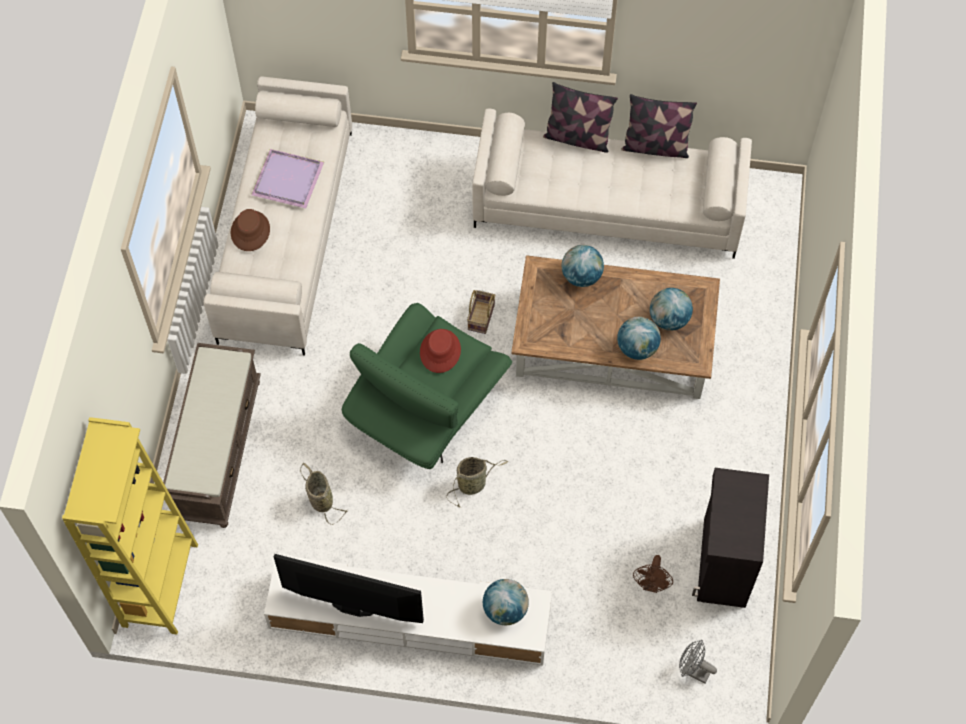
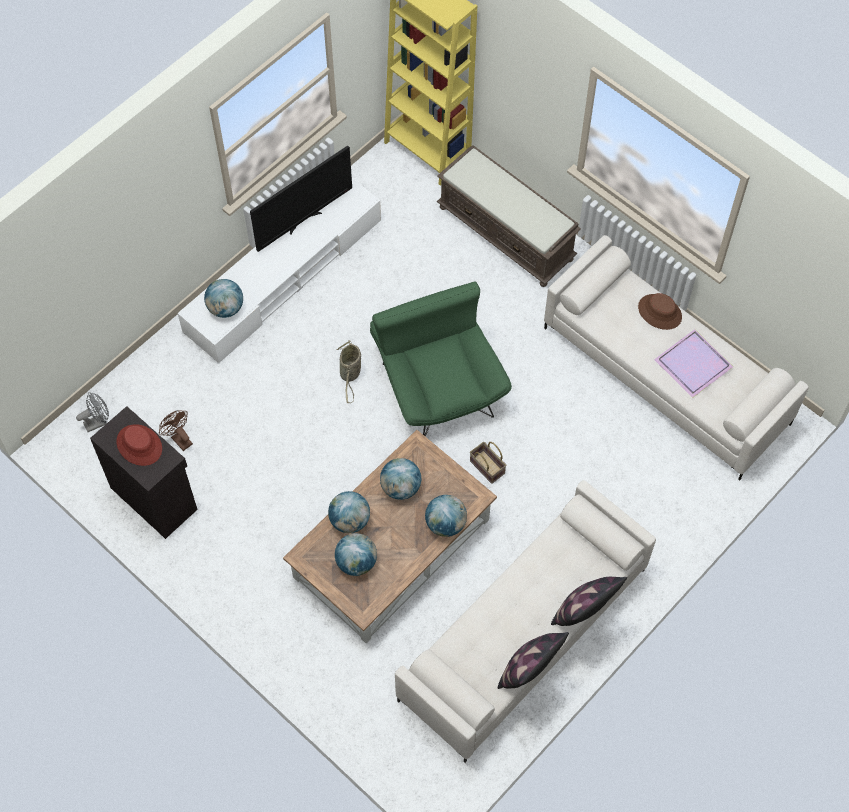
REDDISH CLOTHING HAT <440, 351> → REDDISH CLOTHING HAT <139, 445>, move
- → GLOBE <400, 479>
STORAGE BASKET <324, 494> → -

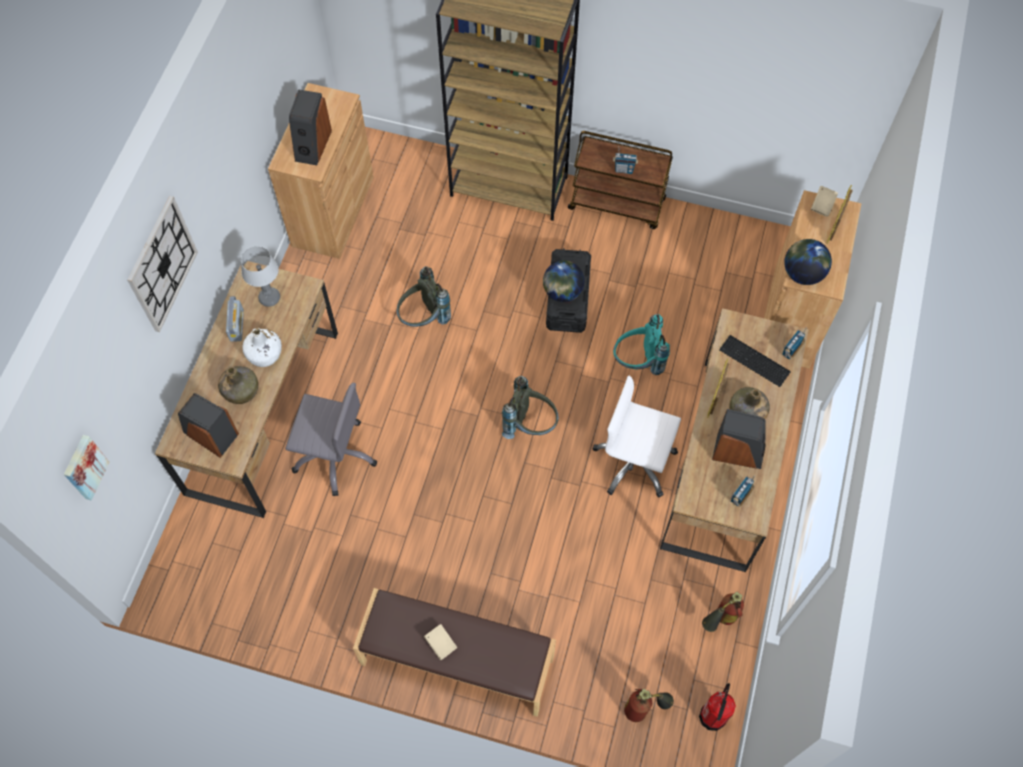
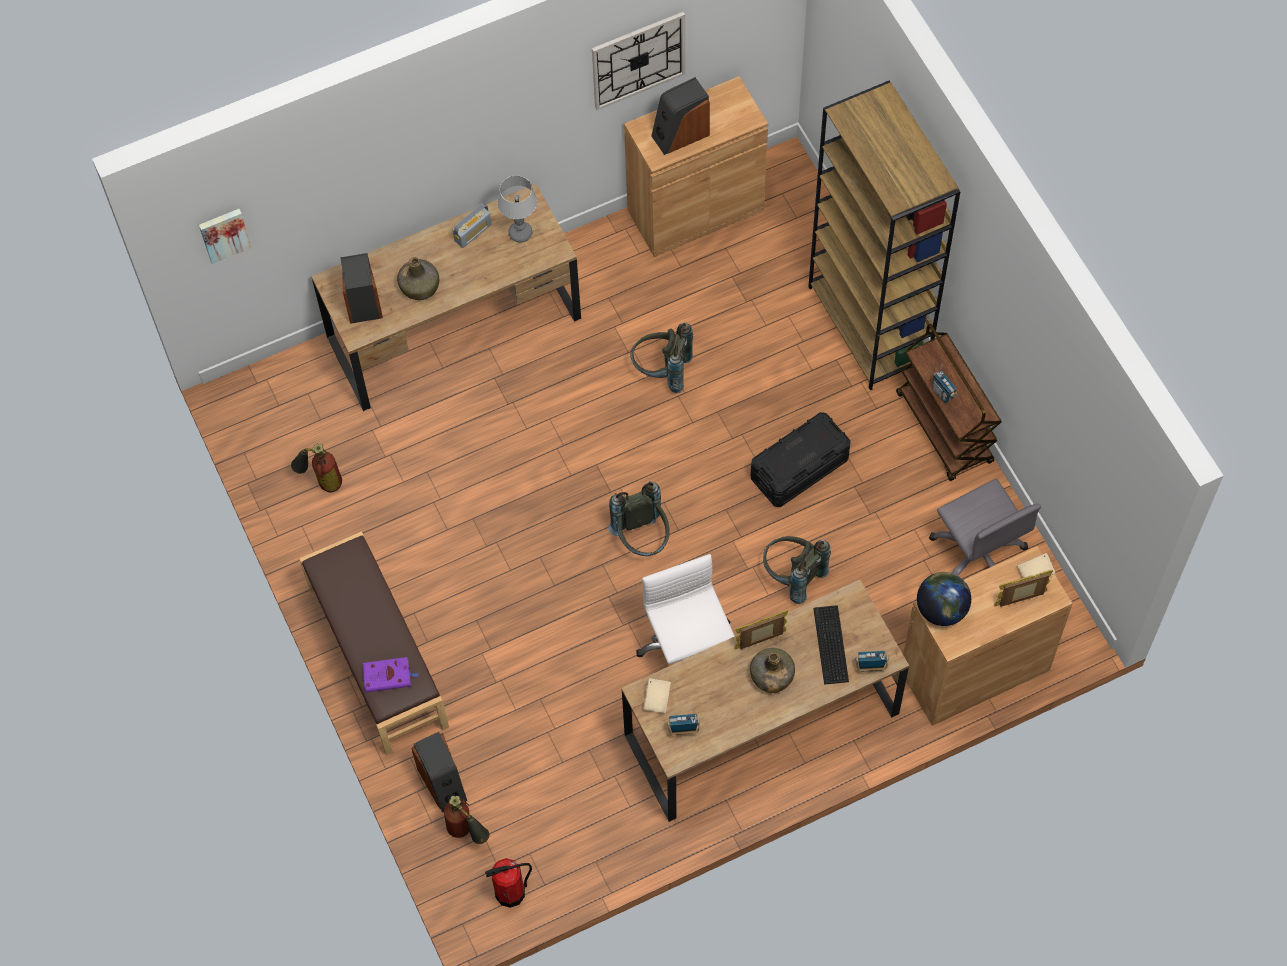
EXTINGUISHER <723, 612> → EXTINGUISHER <316, 468>, move
- → PURPLE-COLOURED BOOK <391, 674>
AUDIO SPEAKER <739, 439> → AUDIO SPEAKER <439, 772>, move
CLOCK ON THE WALL <162, 264> → CLOCK ON THE WALL <638, 61>, move
BEIGE-COLOURED BOOK <440, 642> → BEIGE-COLOURED BOOK <657, 695>, move
TURQUOISE RUCKSACK <641, 344> → GREYISH RUCKSACK <797, 570>
GREYISH DESK CHAIR <331, 439> → GREYISH DESK CHAIR <985, 527>, move
WHITISH BEVERAGE BOTTLE <262, 347> → -
GLOBE <563, 281> → -

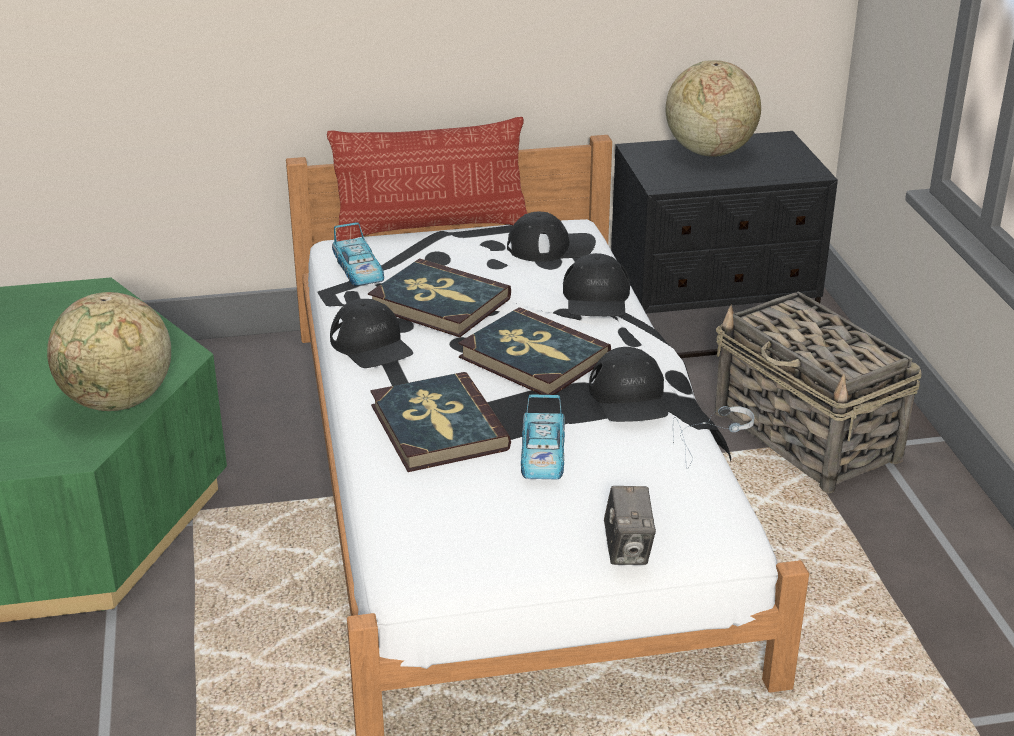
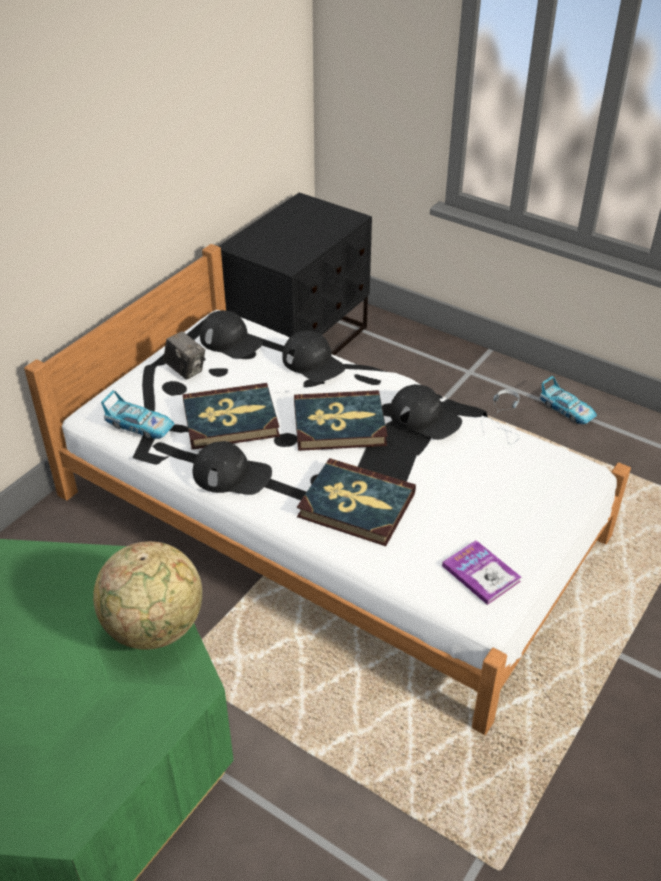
STILL CAMERA <630, 525> → STILL CAMERA <184, 355>, move
BLACKISH BASEBALL CAP <551, 237> → BLACKISH BASEBALL CAP <231, 334>, 90 degrees clockwise
- → BOOK <481, 572>
MINIATURE CAR <543, 436> → MINIATURE CAR <568, 400>, move
THROW PILLOW <427, 179> → -
GLOBE <713, 108> → -
STORAGE BASKET <818, 392> → -

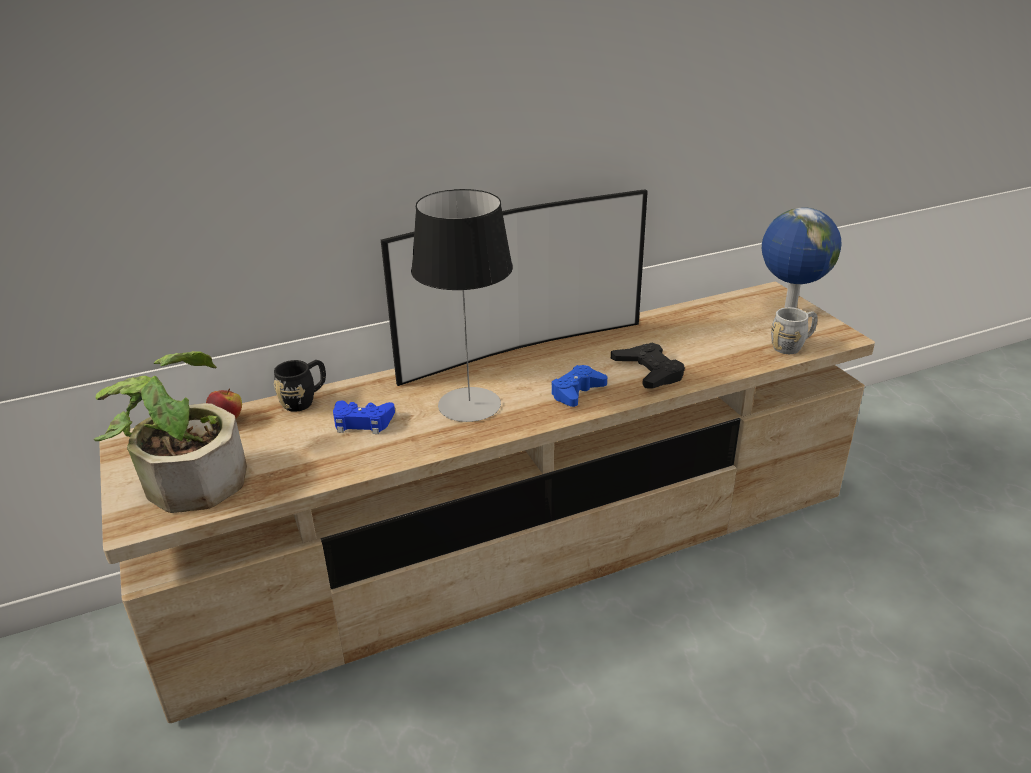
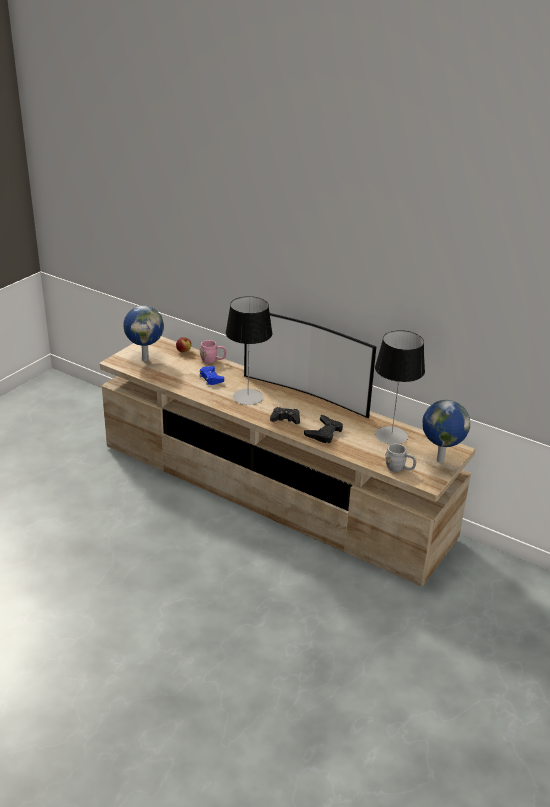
POTTED PLANT <170, 432> → GLOBE <143, 333>
BLACKISH COFFEE MUG <300, 386> → PINK-COLOURED COFFEE MUG <213, 352>
BLUISH JOYPAD <579, 386> → BLACKISH JOYPAD <285, 415>
- → TABLE LAMP <400, 387>

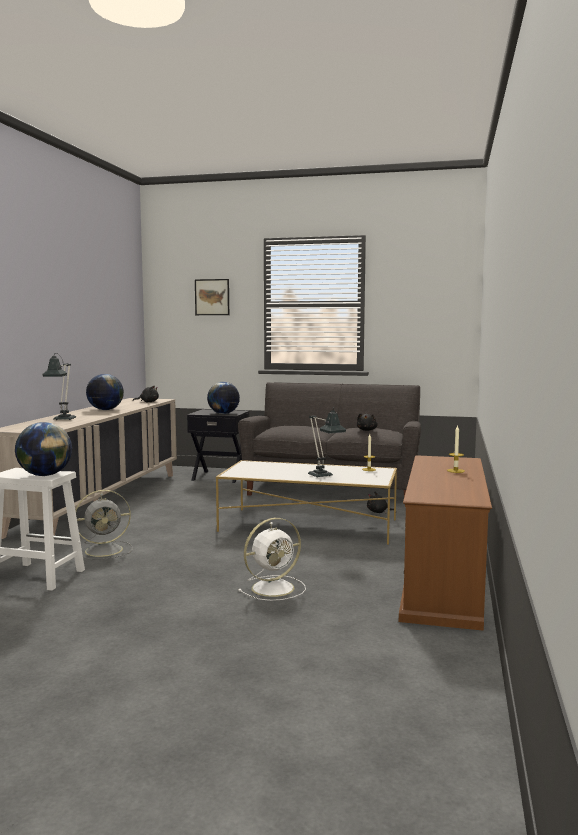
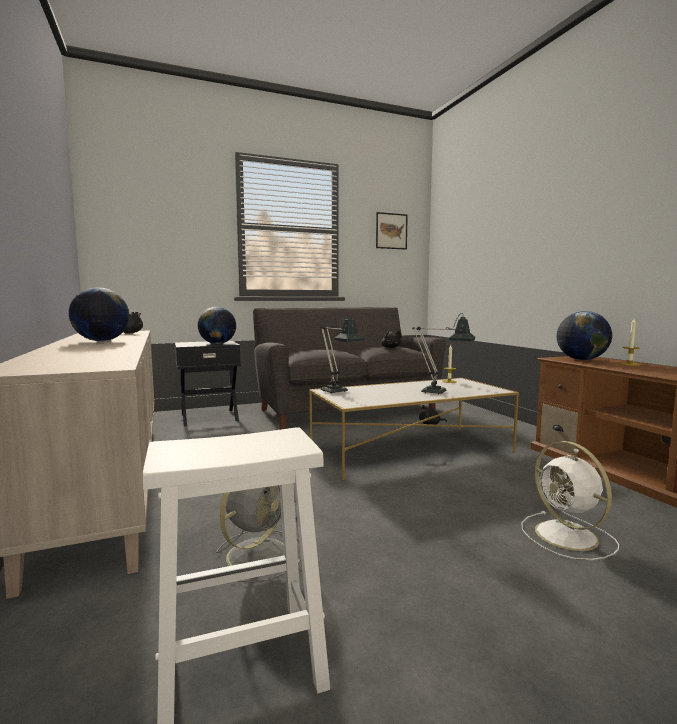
TABLE LAMP <59, 386> → TABLE LAMP <343, 353>, move
WALL ART <212, 297> → WALL ART <392, 231>, move
WHITISH COOLING FAN <272, 559> → WHITISH COOLING FAN <570, 500>, 135 degrees clockwise
GLOBE <43, 449> → GLOBE <584, 335>, move

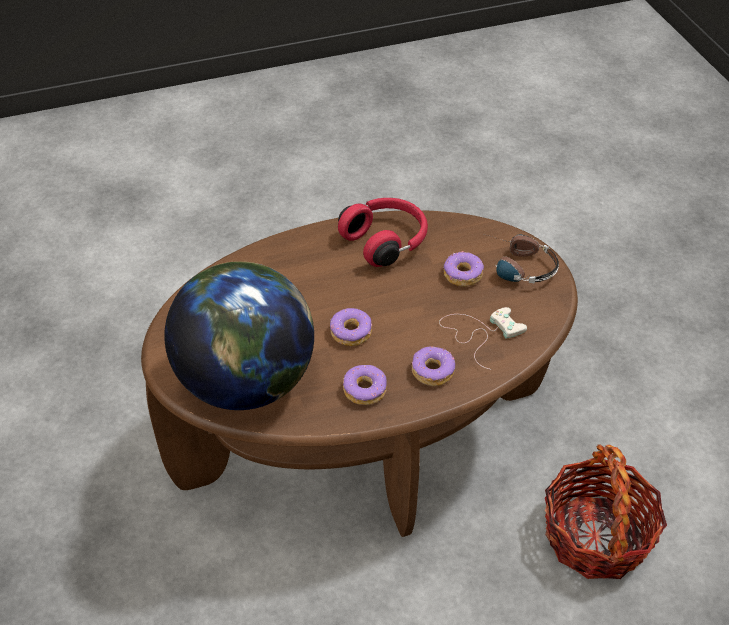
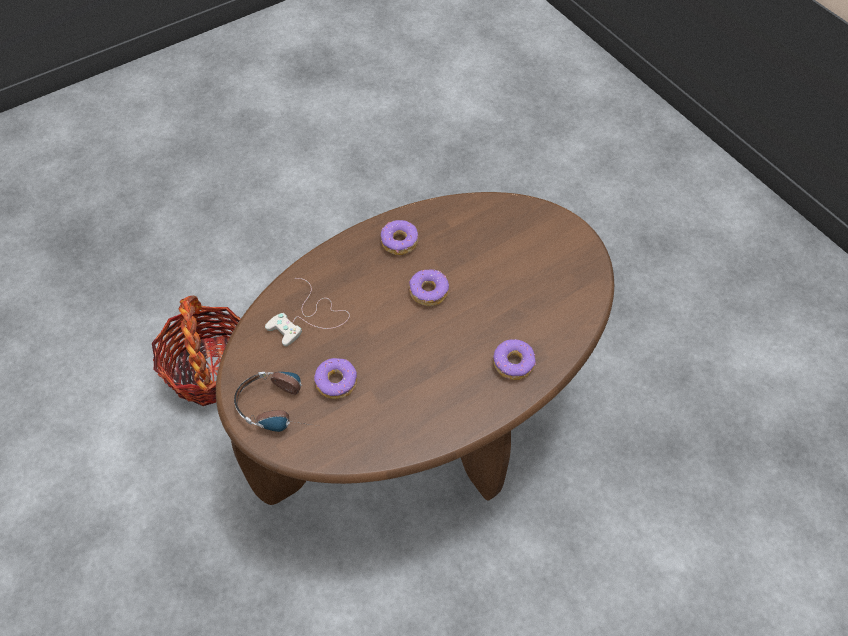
DOUGHNUT <433, 366> → DOUGHNUT <514, 359>, move
GLOBE <239, 335> → -
REDDISH HEADSET <383, 232> → -

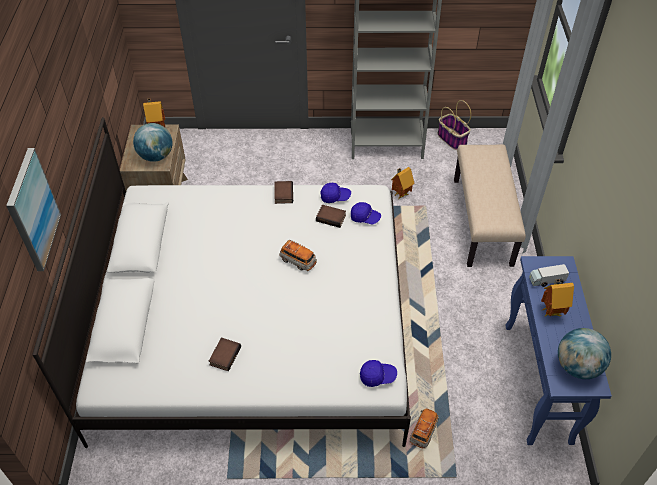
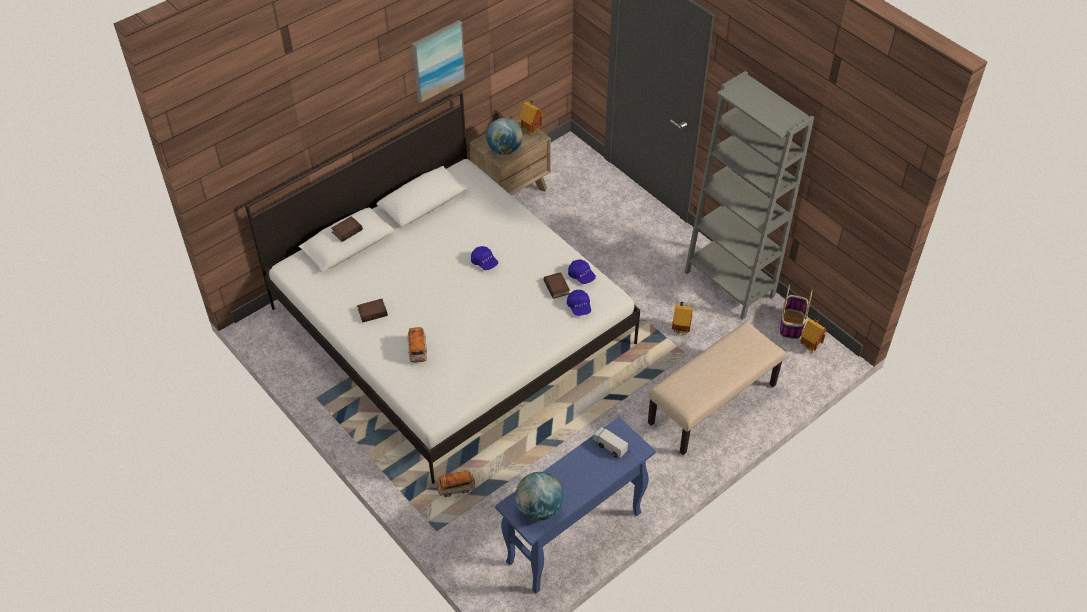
BOOK <283, 192> → BOOK <347, 229>, move
MINIATURE CAR <298, 255> → MINIATURE CAR <417, 344>, move
WALL ART <33, 209> → WALL ART <439, 61>, move
BLUISH BASEBALL CAP <378, 373> → BLUISH BASEBALL CAP <484, 258>, move
MODEL HOUSE <557, 297> → MODEL HOUSE <814, 335>, move

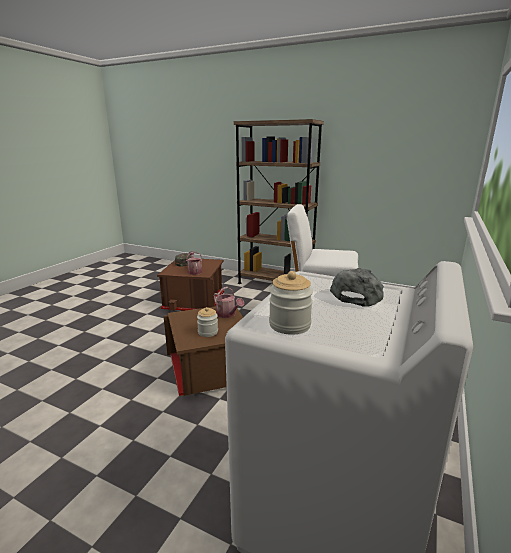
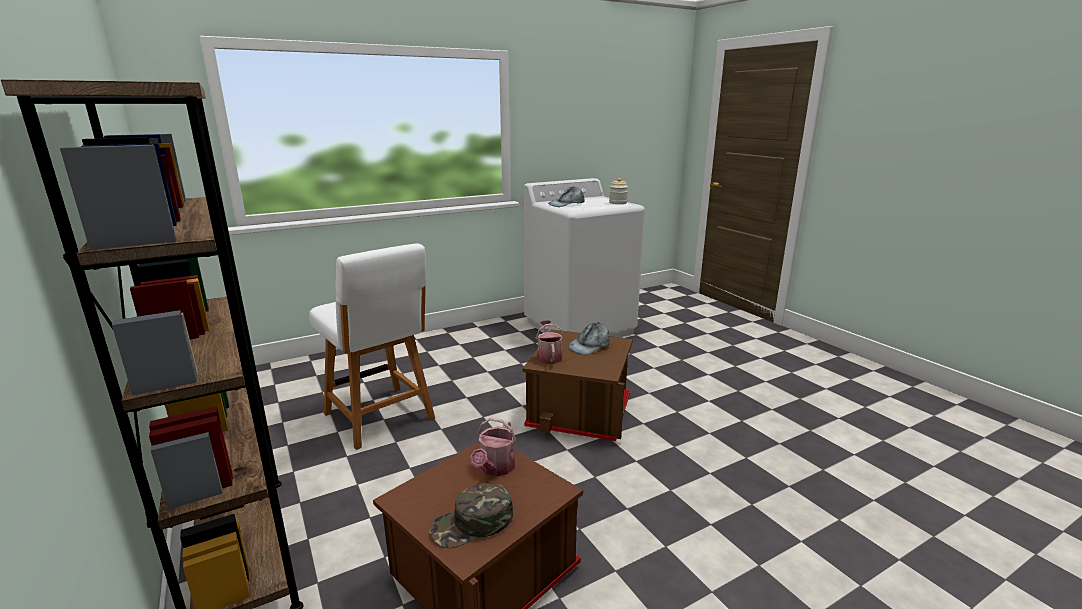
PRESERVE JAR <207, 322> → GREYISH BASEBALL CAP <589, 338>

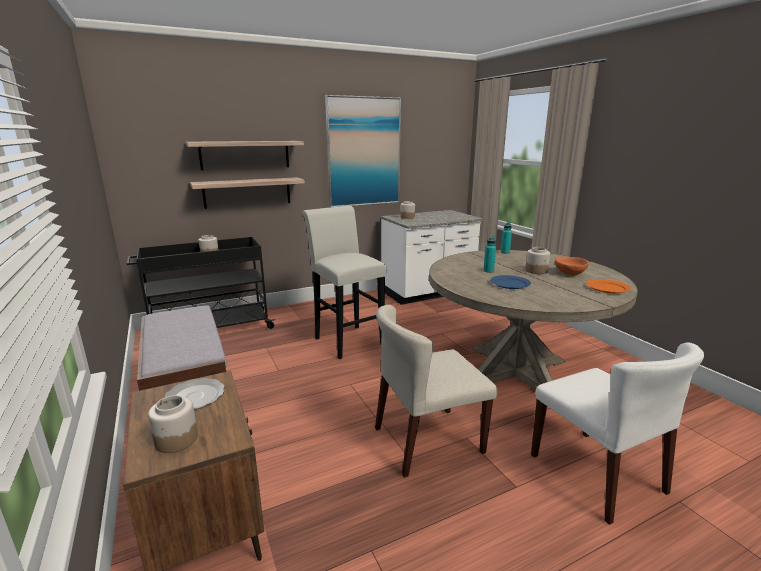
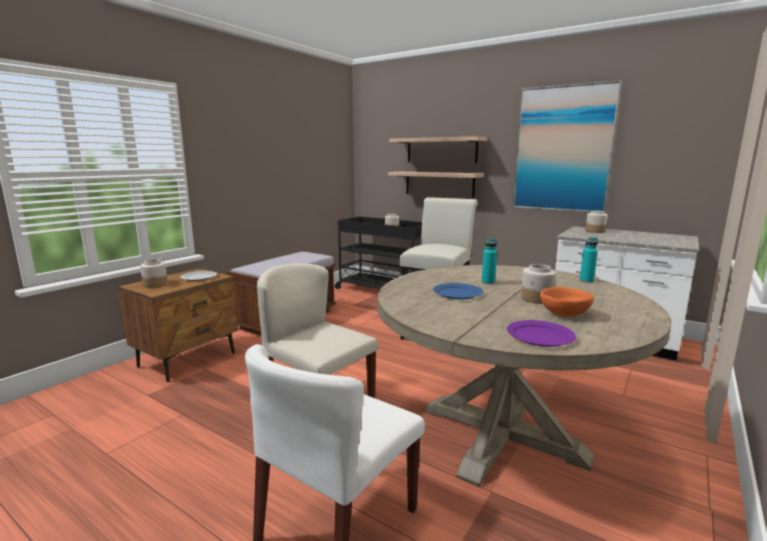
ORANGE PLATE <608, 286> → PURPLE-COLOURED PLATE <541, 333>

